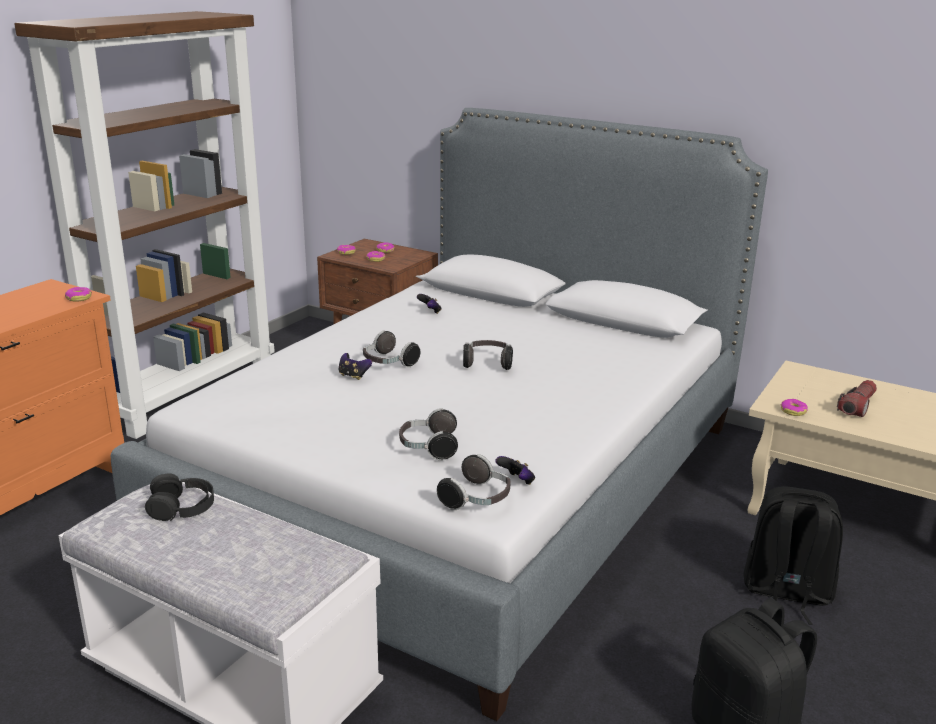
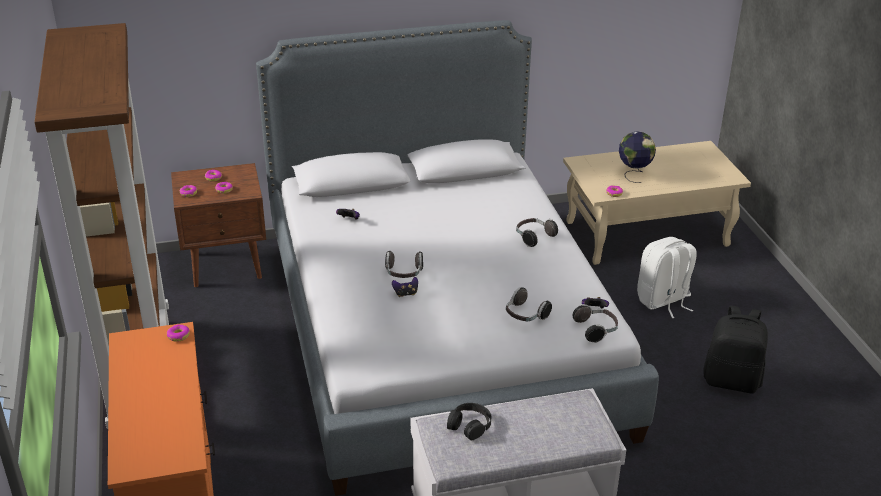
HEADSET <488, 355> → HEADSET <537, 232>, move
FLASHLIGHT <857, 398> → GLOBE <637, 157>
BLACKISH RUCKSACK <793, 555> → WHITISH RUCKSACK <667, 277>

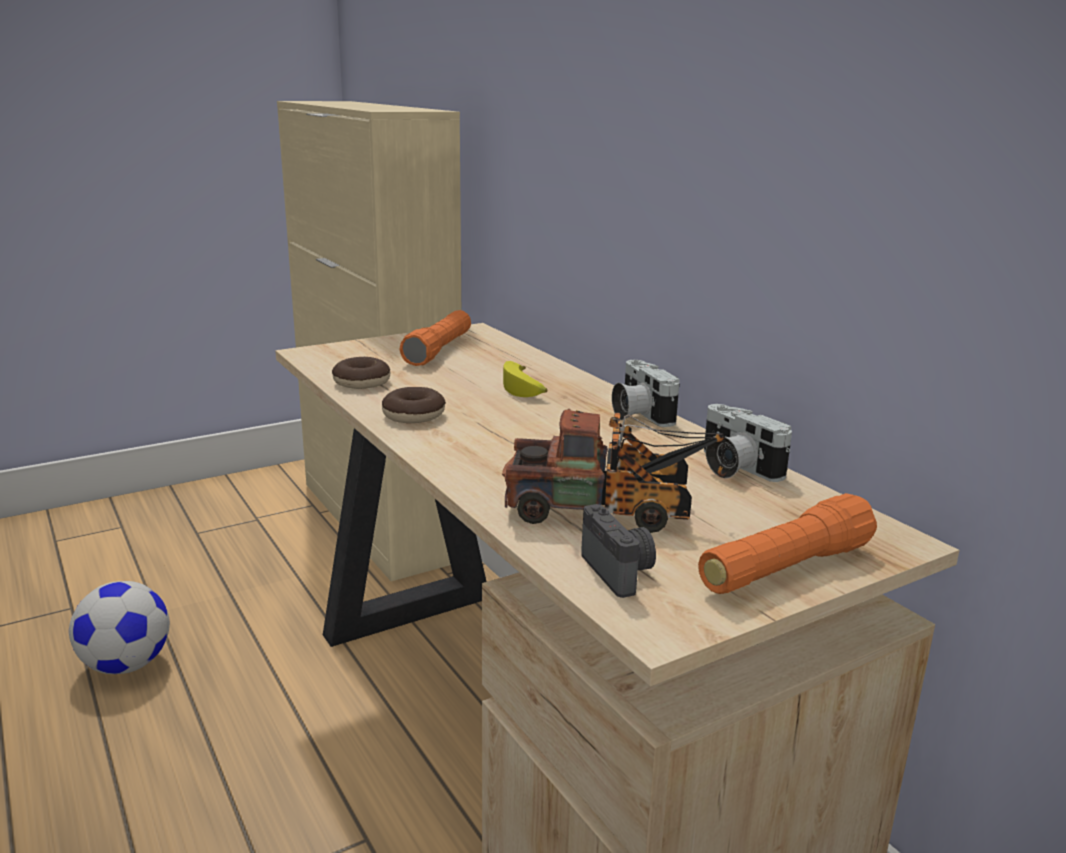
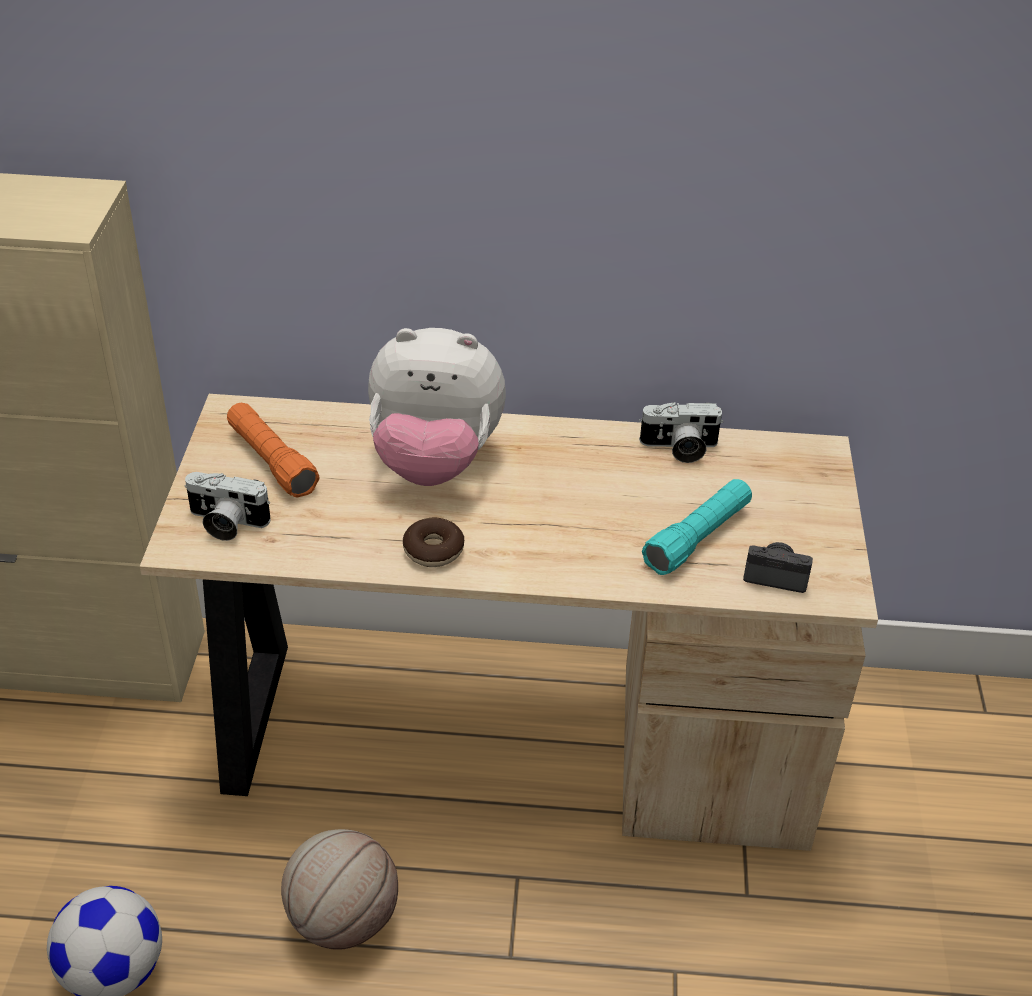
STILL CAMERA <646, 393> → STILL CAMERA <228, 506>, move
- → BASKETBALL BALL <339, 889>
BANANA <525, 379> → PLUSH TOY <437, 407>
MODEL TRUCK <615, 471> → TURQUOISE FLASHLIGHT <697, 527>
DOUGHNUT <361, 373> → -
ORANGE FLASHLIGHT <787, 543> → -

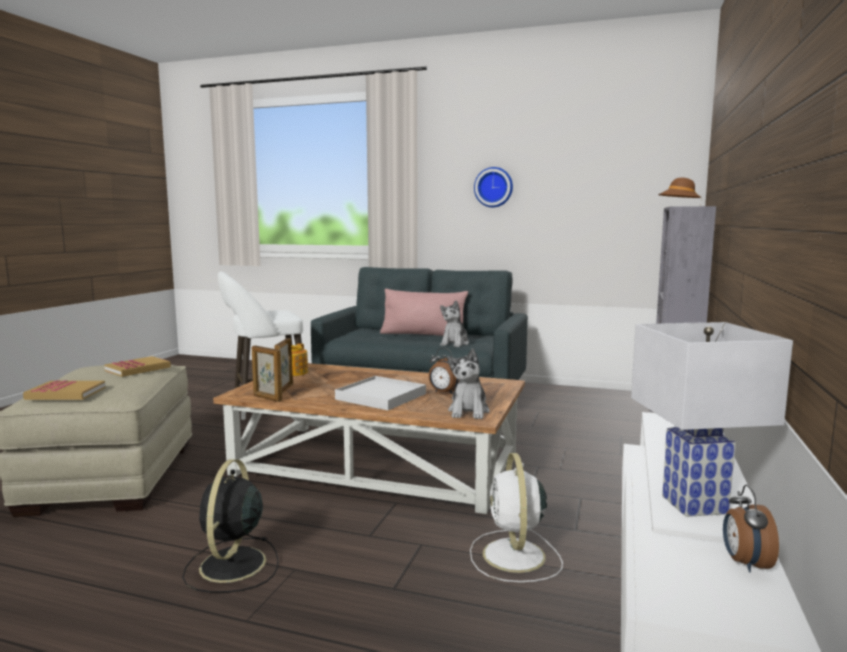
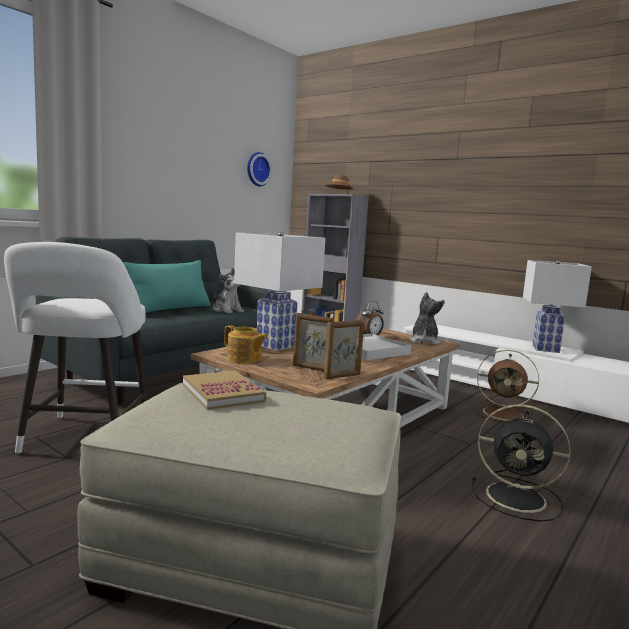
PINK-COLOURED THROW PILLOW <424, 312> → TURQUOISE THROW PILLOW <166, 286>
- → WHITISH TABLE LAMP <279, 291>
CLOCK ON THE WALL <493, 187> → CLOCK ON THE WALL <259, 169>, move
PLUSH TOY <468, 384> → PLUSH TOY <427, 318>, 105 degrees counterclockwise
WHITISH COOLING FAN <516, 517> → BROWN-COLOURED COOLING FAN <505, 386>
BOOK <64, 390> → -
ALARM CLOCK <751, 528> → -

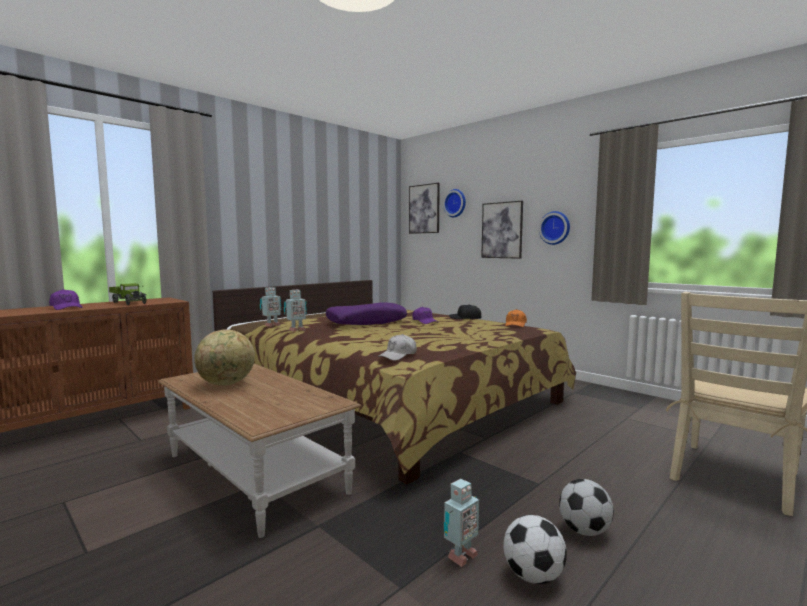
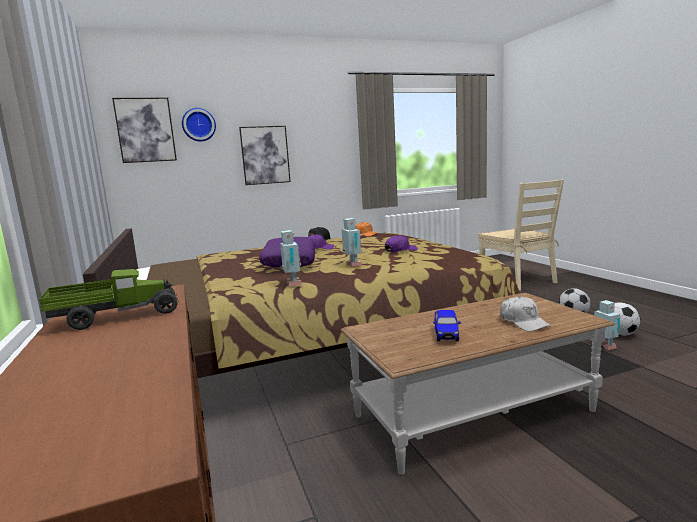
TOY ROBOT <270, 307> → TOY ROBOT <352, 242>, move
PURPLE-COLOURED BASEBALL CAP <66, 299> → PURPLE-COLOURED BASEBALL CAP <401, 243>, move
GLOBE <224, 357> → MINIATURE CAR <447, 325>
WHITISH BASEBALL CAP <397, 347> → WHITISH BASEBALL CAP <525, 314>, move
CLOCK ON THE WALL <554, 228> → -

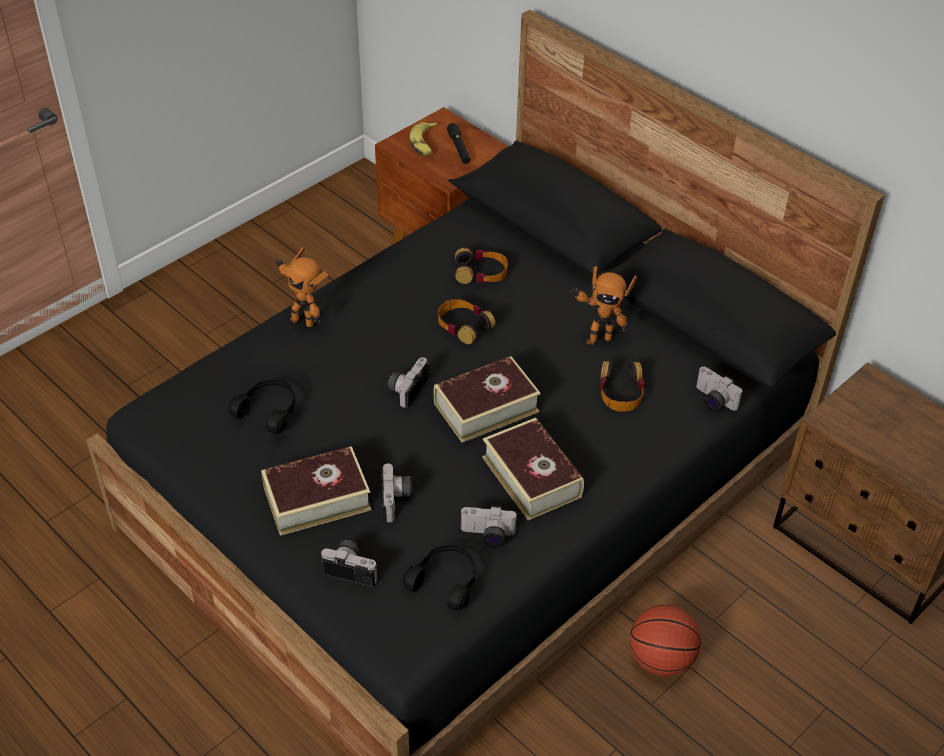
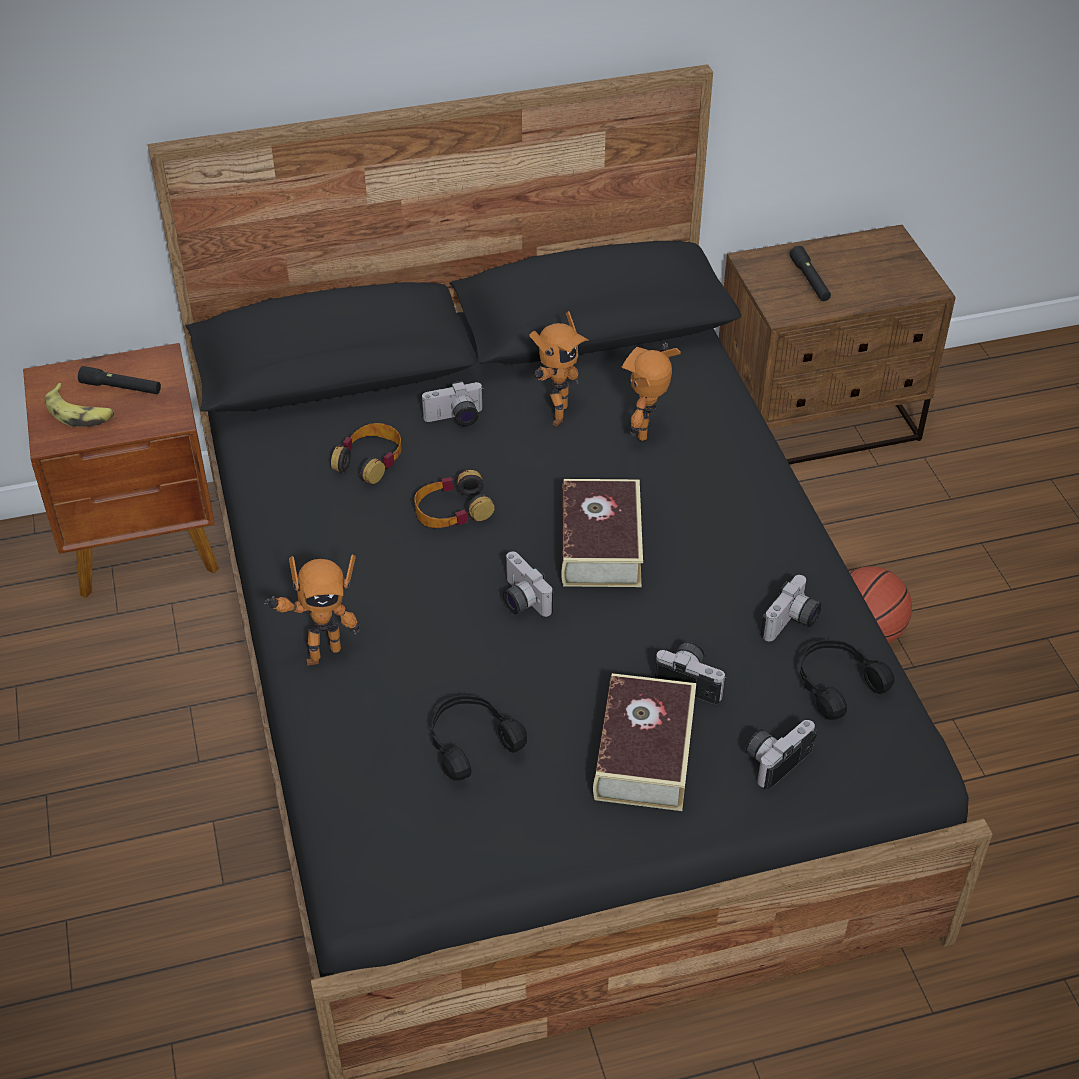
STILL CAMERA <719, 389> → STILL CAMERA <452, 403>, move
HEADSET <622, 386> → TOY ROBOT <651, 391>
- → BLACKISH FLASHLIGHT <810, 273>
BOOK <533, 469> → -

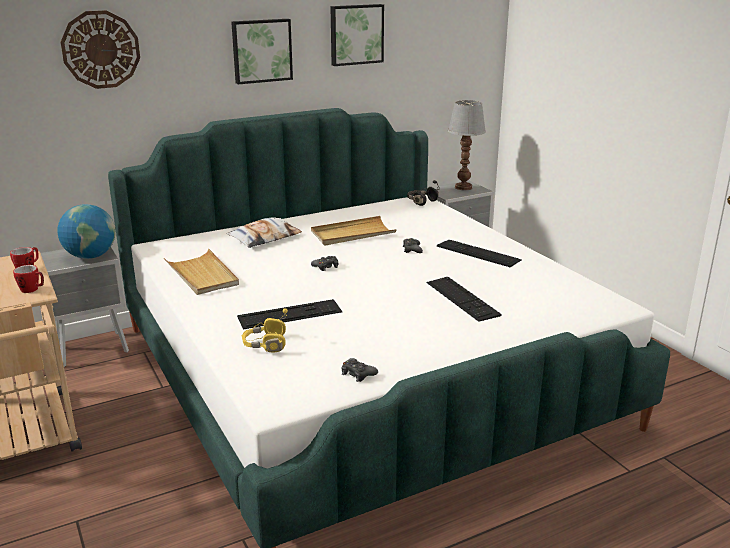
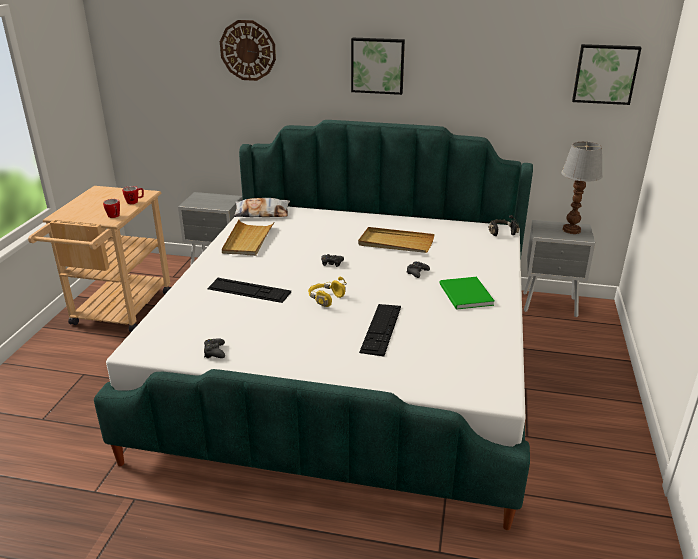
THROW PILLOW <264, 232> → THROW PILLOW <262, 207>, move
YELLOWISH HEADSET <265, 330> → YELLOWISH HEADSET <327, 292>, move
KEYBOARD <479, 253> → GREEN BOOK <467, 293>
WALL ART <357, 35> → WALL ART <606, 74>, move
GLOBE <87, 231> → -

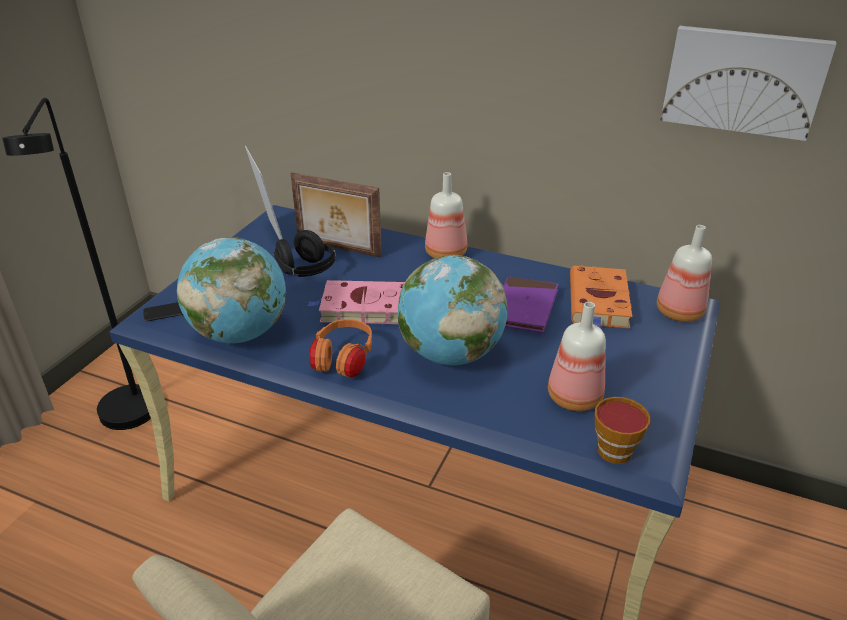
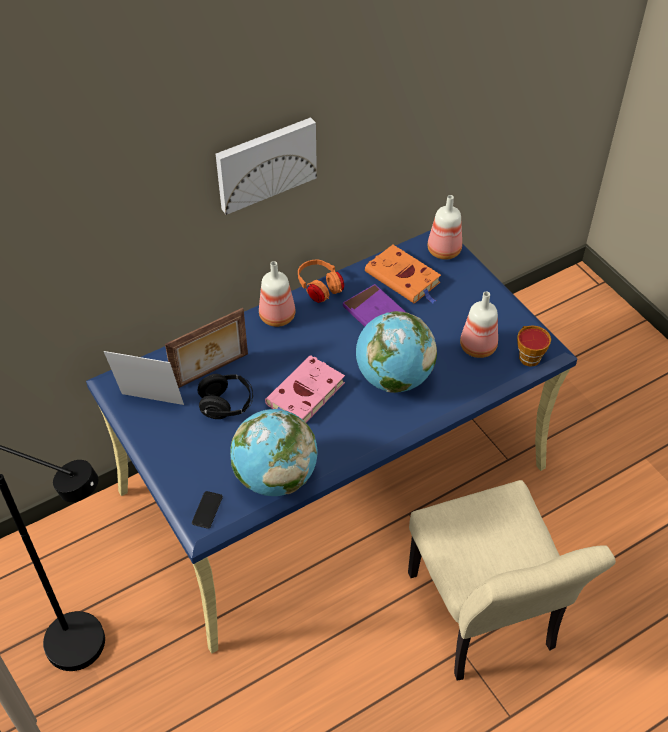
WALL ART <748, 83> → WALL ART <266, 166>, move
ORANGE HEADSET <340, 348> → ORANGE HEADSET <321, 281>, move

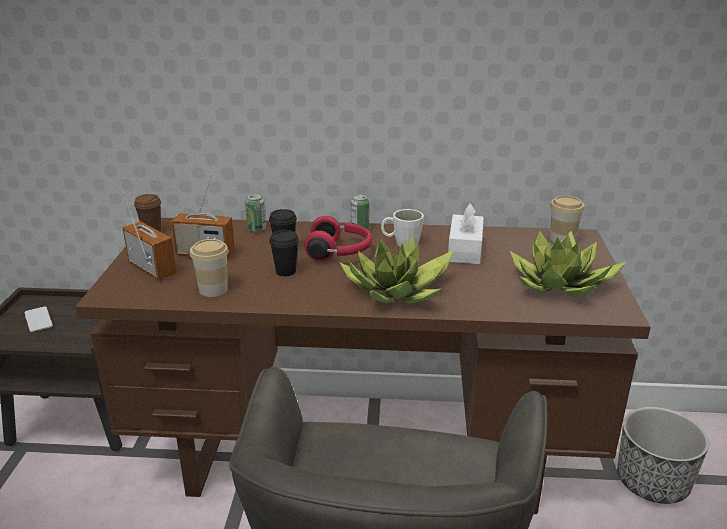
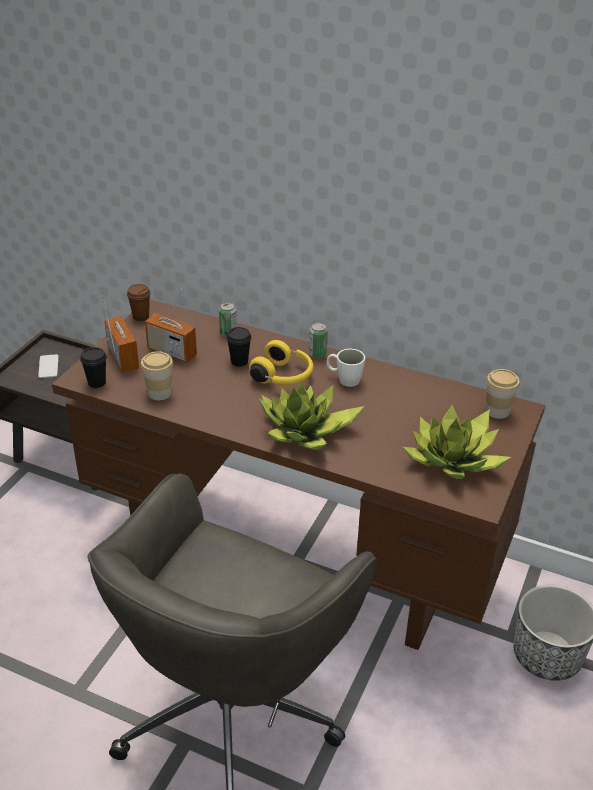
BLACKISH CUP <284, 253> → BLACKISH CUP <93, 367>, move
REDDISH HEADSET <338, 238> → YELLOWISH HEADSET <281, 362>
WHITISH TISSUE BOX <465, 233> → -

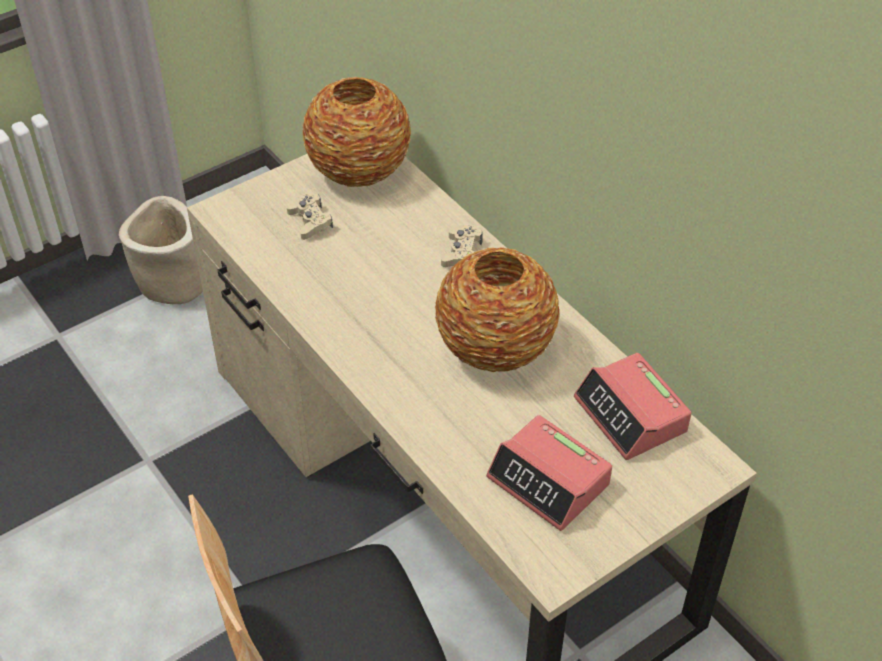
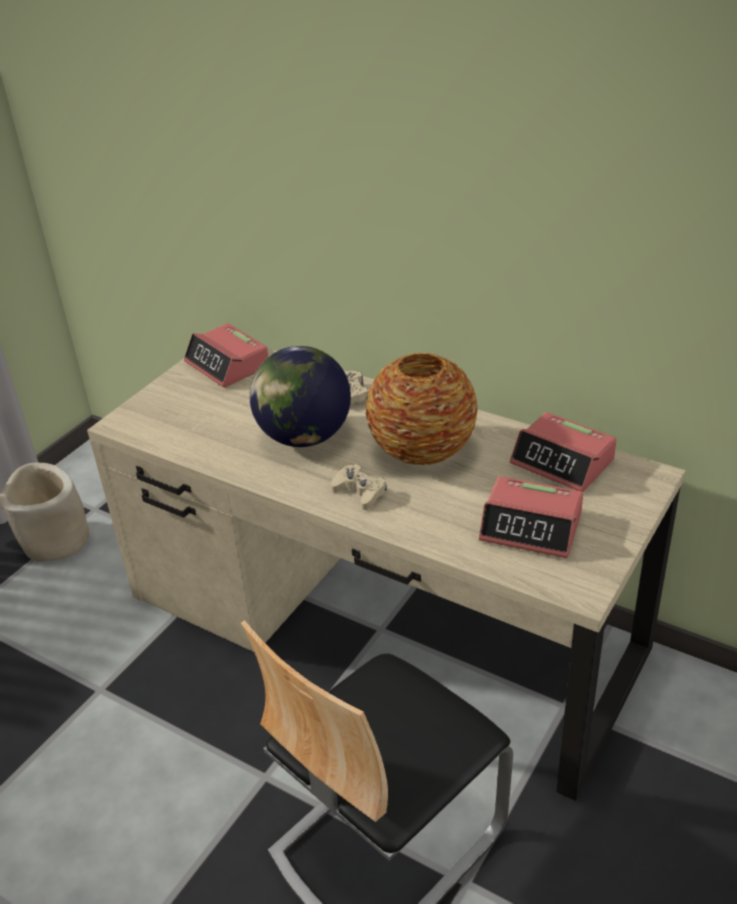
DECORATIVE VASE <356, 132> → ALARM CLOCK <226, 355>
- → GLOBE <300, 396>
BEIGE-COLOURED JOYPAD <310, 216> → BEIGE-COLOURED JOYPAD <359, 487>, move

